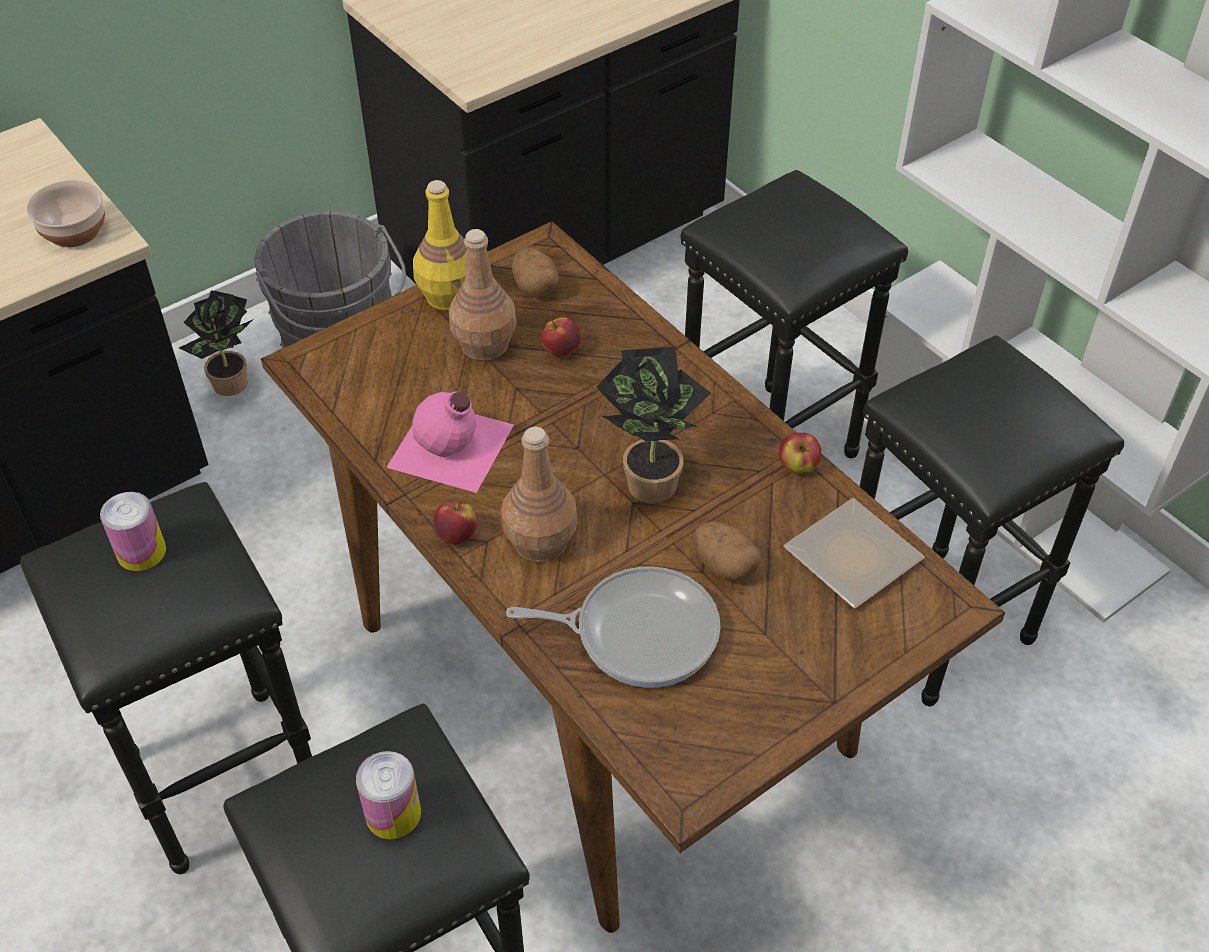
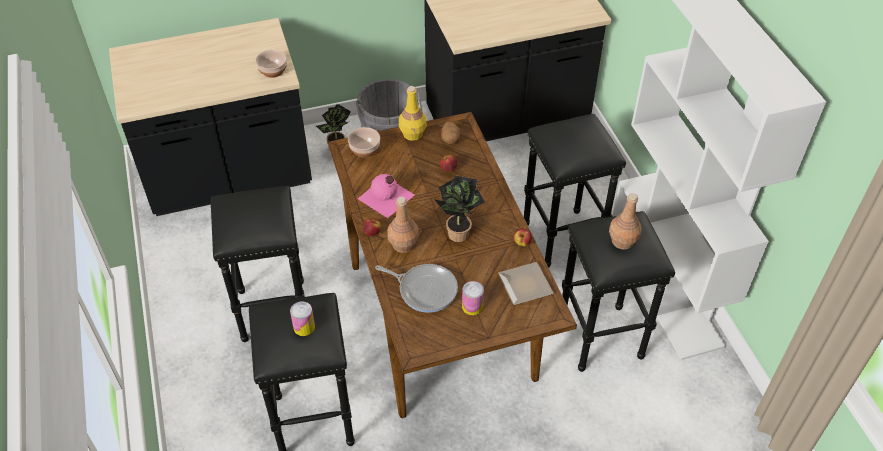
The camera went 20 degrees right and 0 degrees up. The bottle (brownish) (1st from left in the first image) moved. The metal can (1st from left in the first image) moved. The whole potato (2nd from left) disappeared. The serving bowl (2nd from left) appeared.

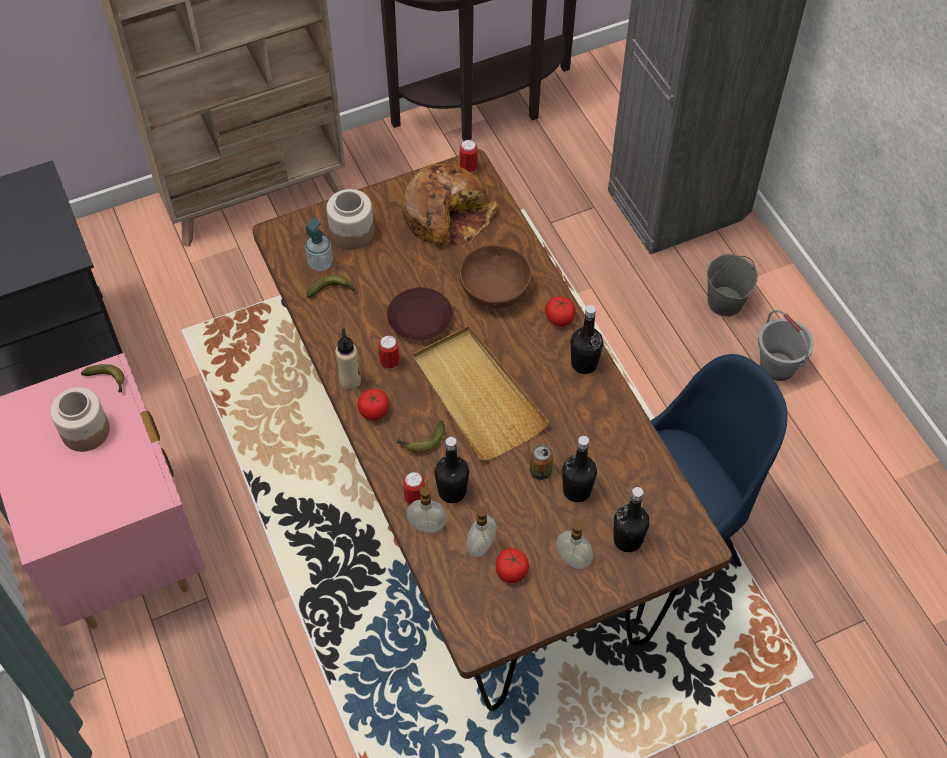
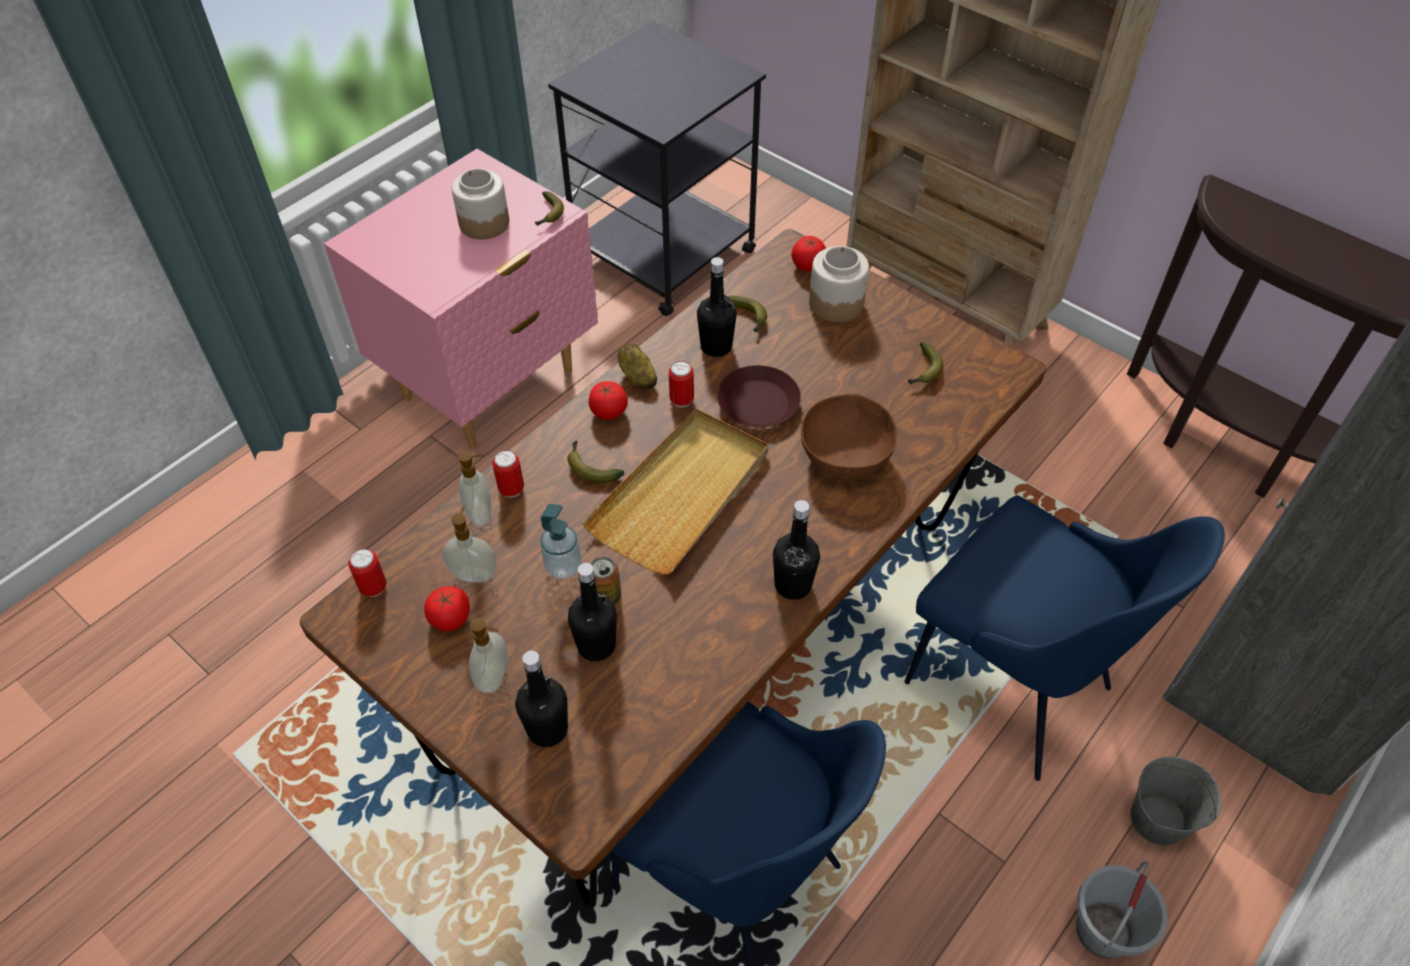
The camera went 65 degrees right and 5 degrees down. The metal can (3rd from left in the first image) moved. The baked bread was replaced by the whole banana (4th from left). The soap dispenser (1st from left in the first image) moved. The whole tomato (3rd from left) moved. The bottle (beige-coloured) was replaced by the whole potato. The bottle (blackish) (1st from left in the first image) moved. The upright chair (blue) (2nd from left) appeared.

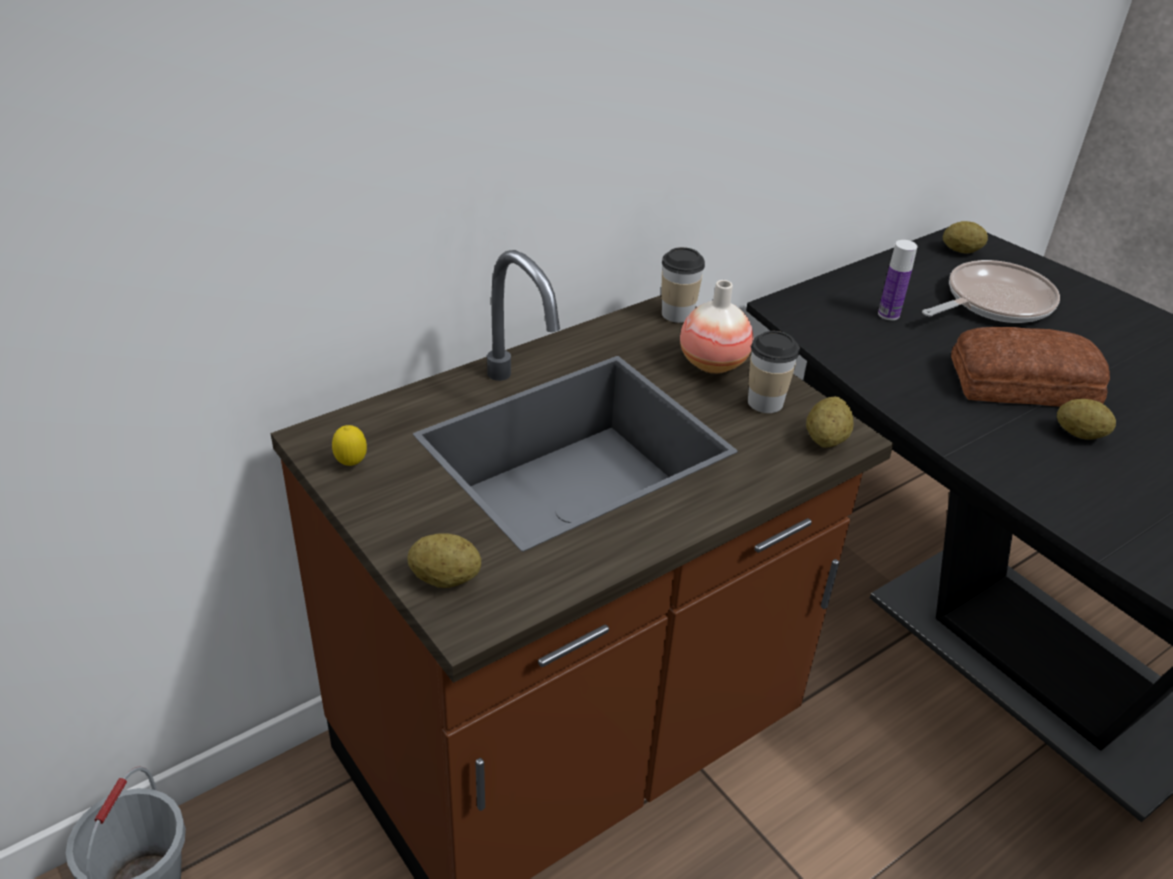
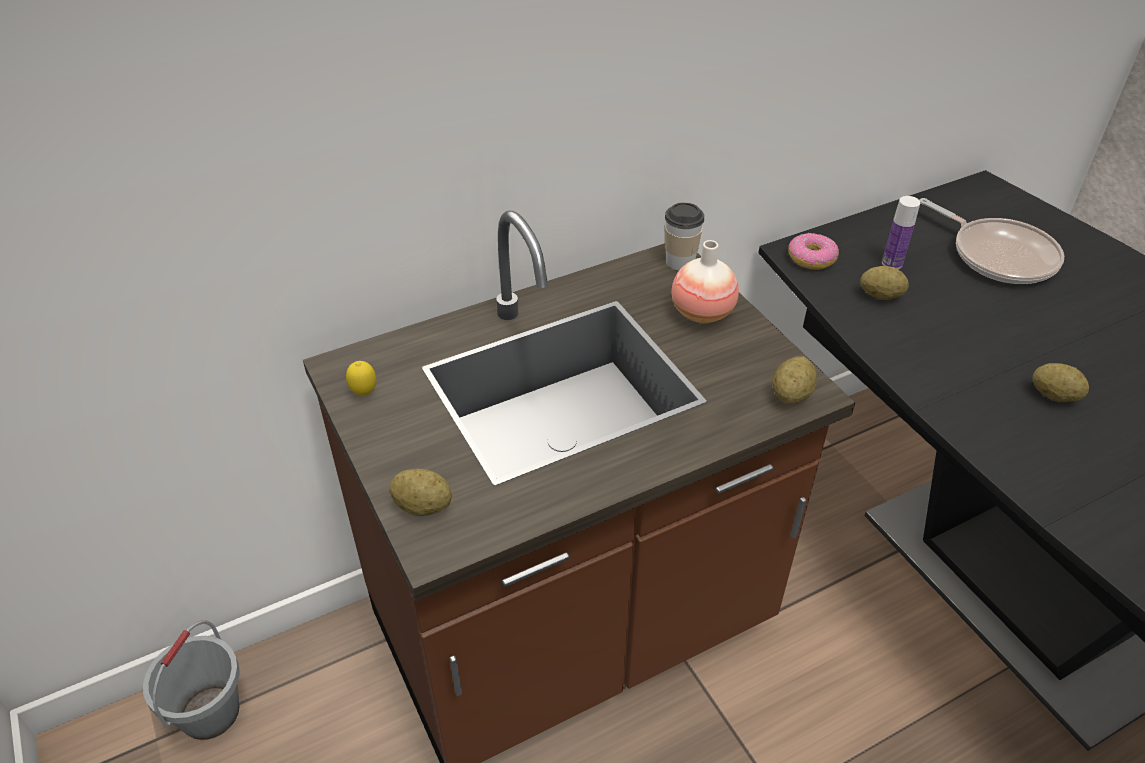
The camera went 10 degrees right and 5 degrees up. The whole potato (3rd from left) moved. The frying pan turned 75 degrees clockwise. The baked bread disappeared. The cup (2nd from left) disappeared. The donut appeared.

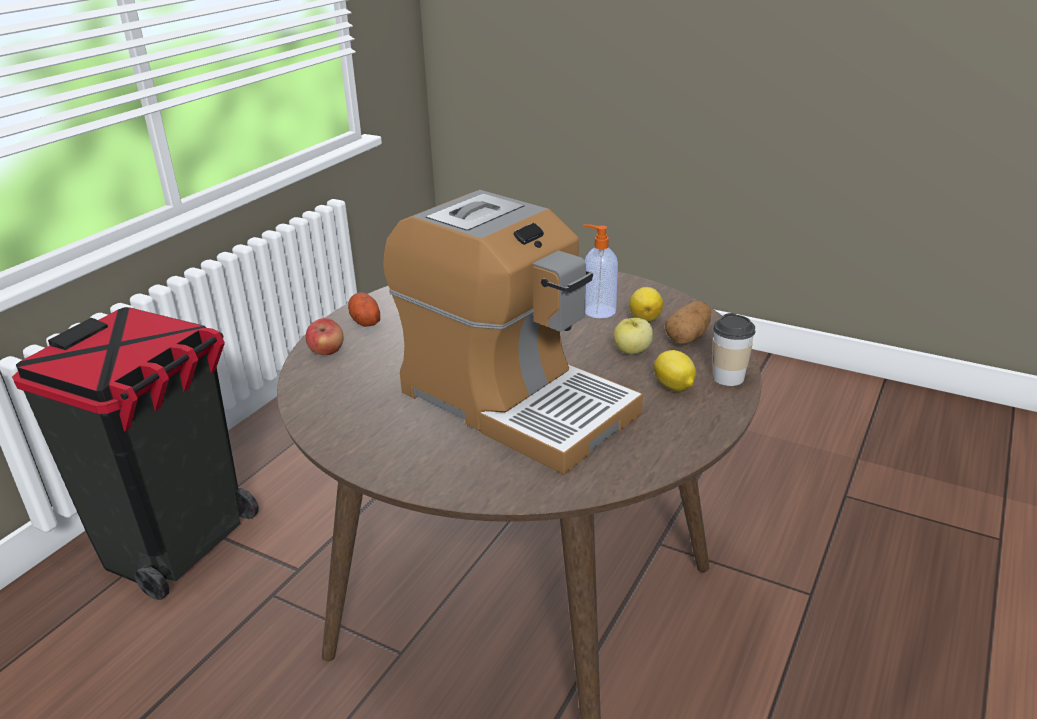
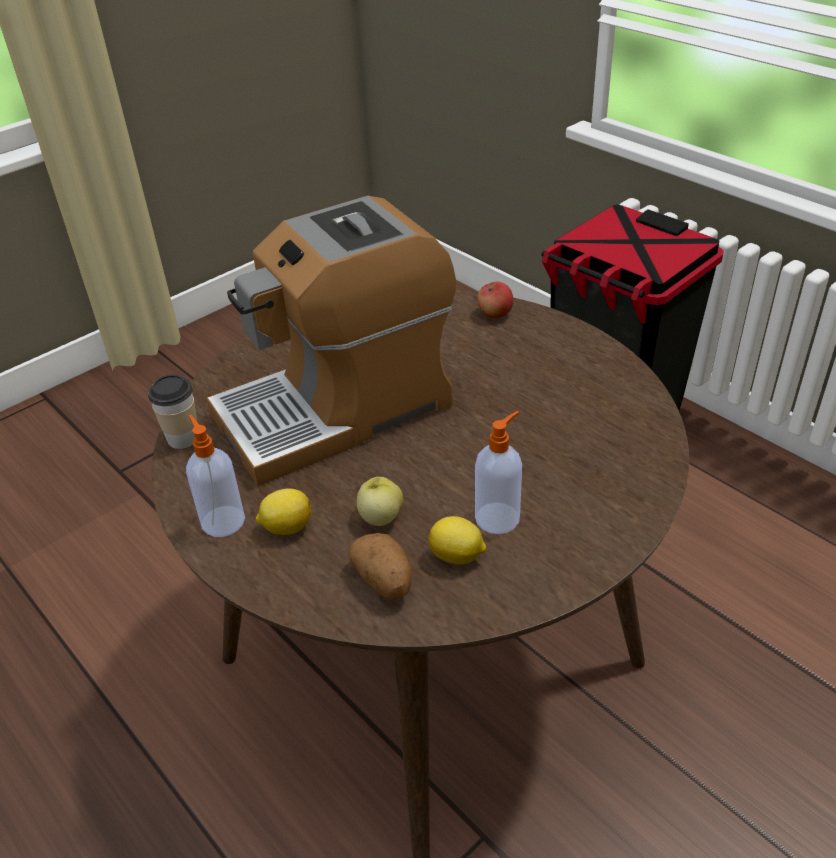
The camera went 110 degrees right and 10 degrees up. The whole potato (1st from left) disappeared. The cup moved. The soap dispenser (1st from left) appeared.

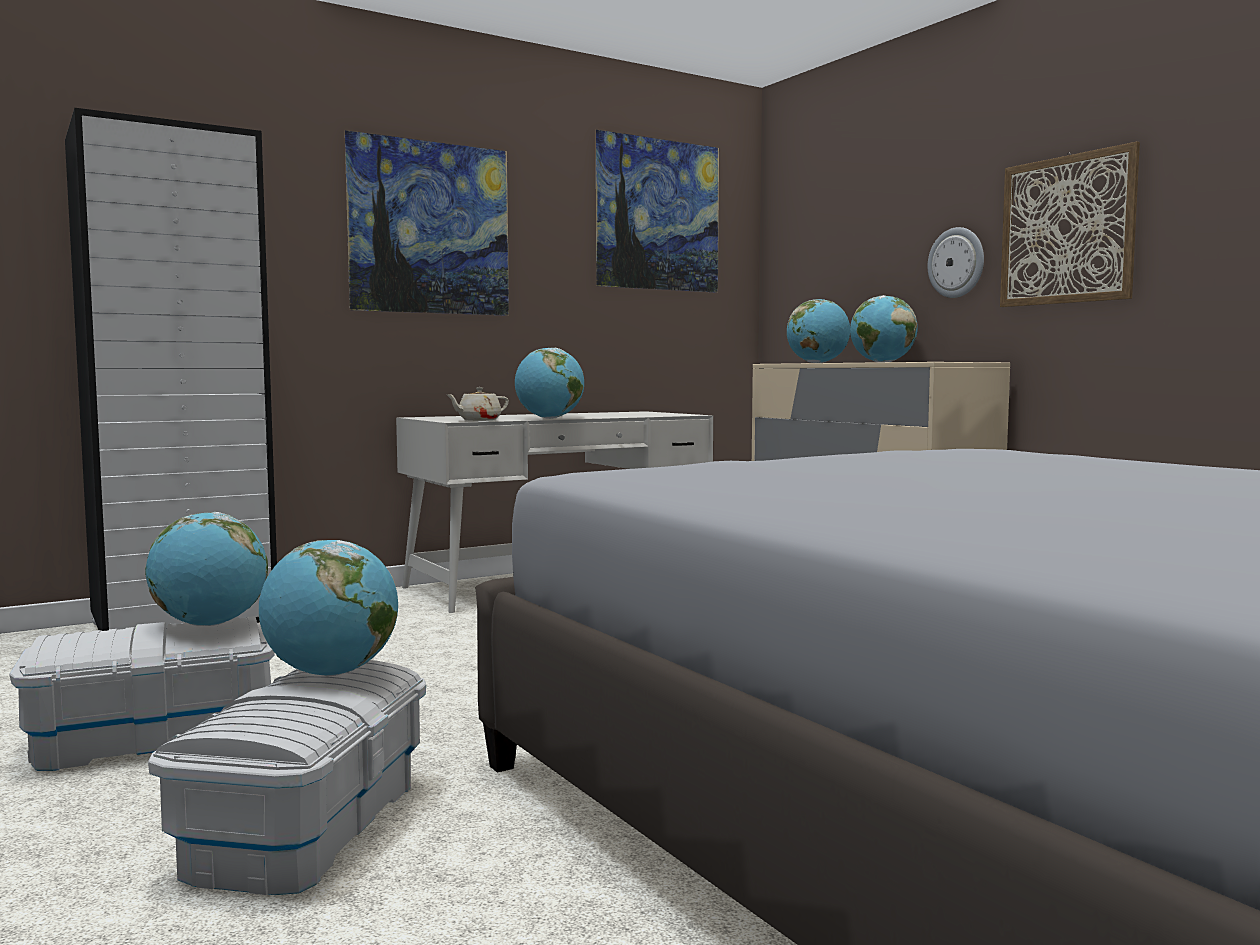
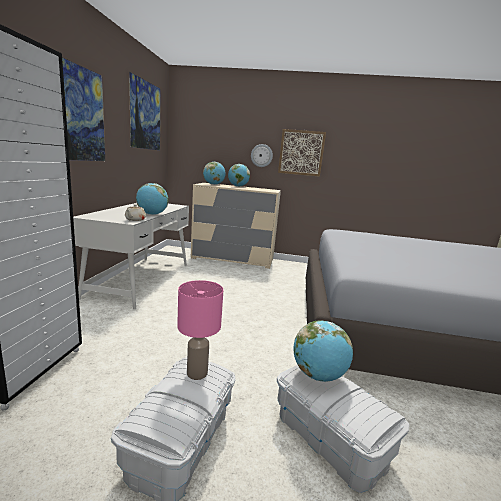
The camera went 50 degrees left and 10 degrees up. The globe (1st from left) was replaced by the lamp for a table (pink-coloured).

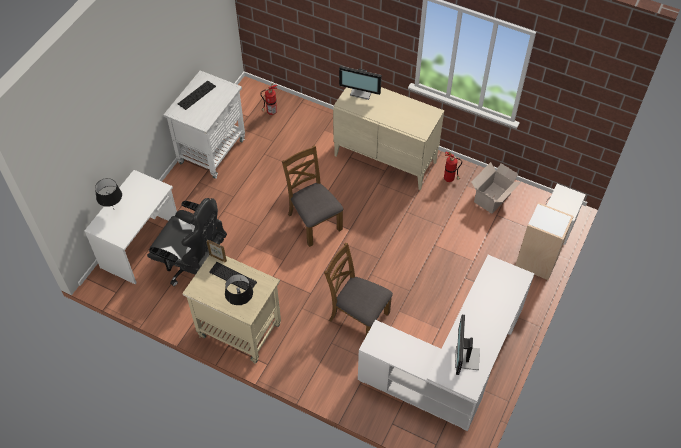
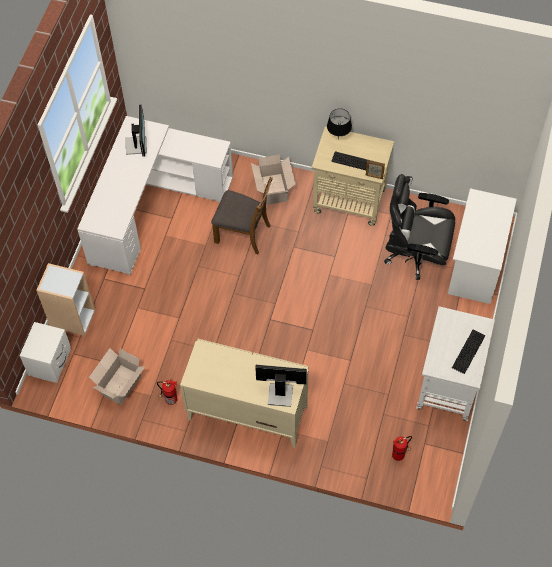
The camera went 170 degrees right and 5 degrees up. The upright chair (brownish) (1st from left) disappeared. The lamp for a table (blackish) (1st from left) disappeared. The carton (2nd from left) appeared.

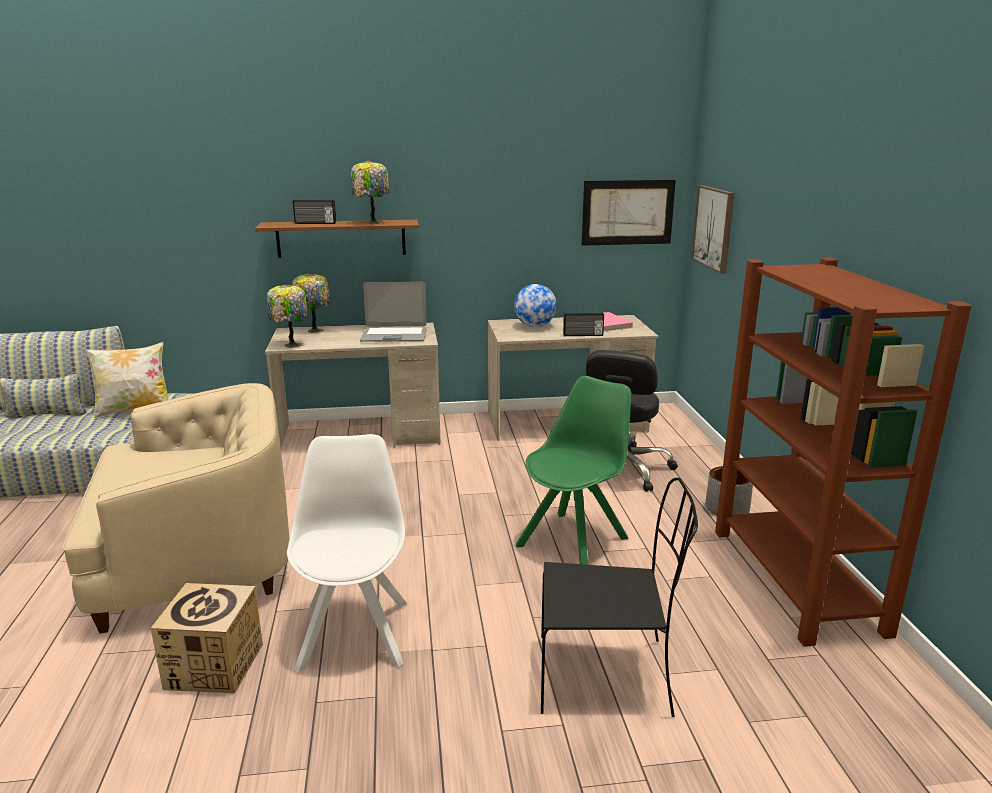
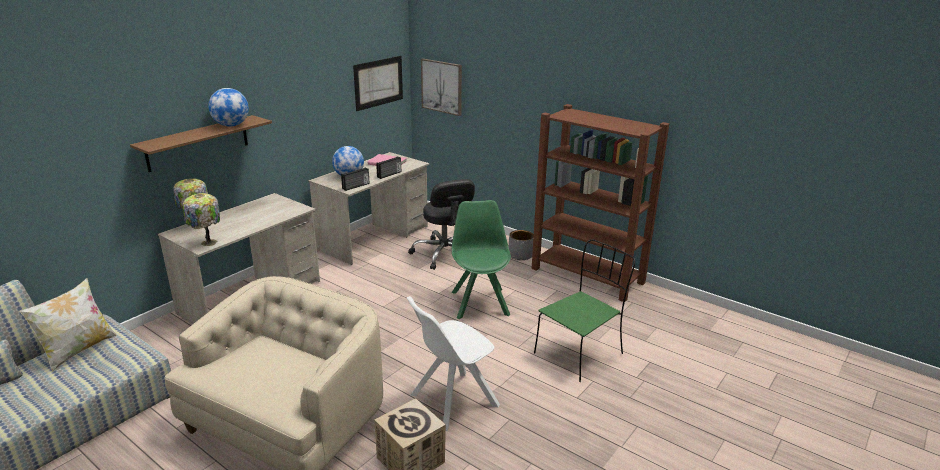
The camera went 45 degrees left and 5 degrees up. The lamp for a table (3rd from left) was replaced by the globe (1st from left). The radio (1st from left) moved. The notebook computer disappeared. The upright chair (white) turned 75 degrees counterclockwise. The upright chair (blackish) became the upright chair (greenish) (2nd from left).

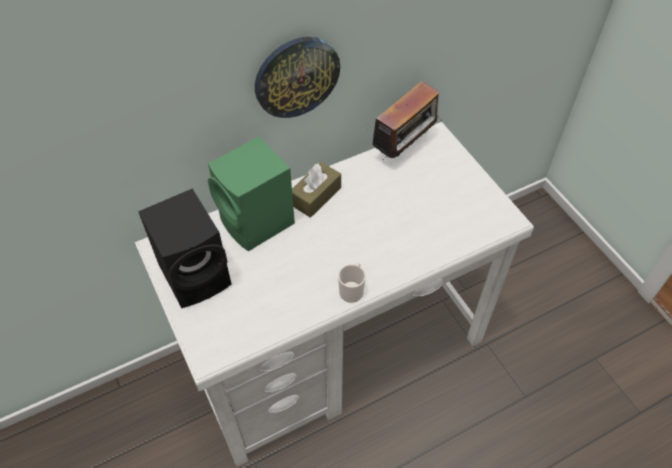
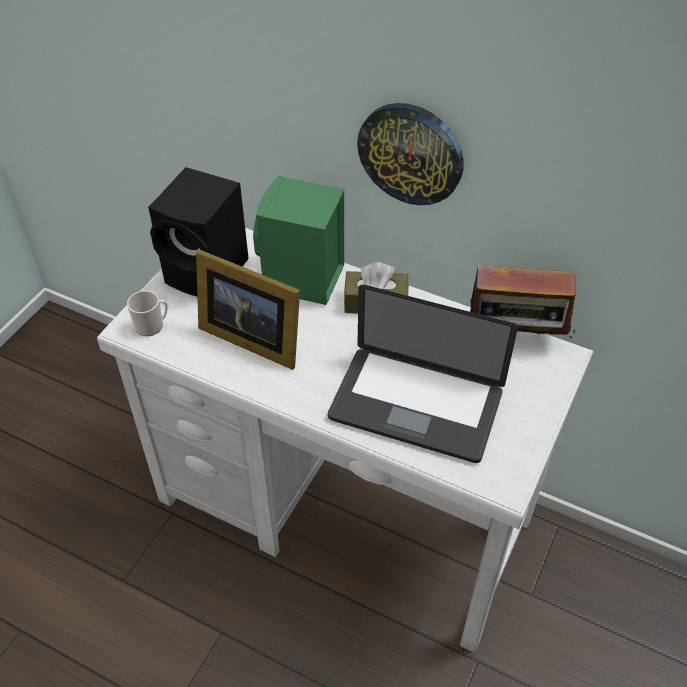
The camera went 55 degrees right and 5 degrees down. The tea mug moved. The picture frame appeared. The notebook computer appeared.

